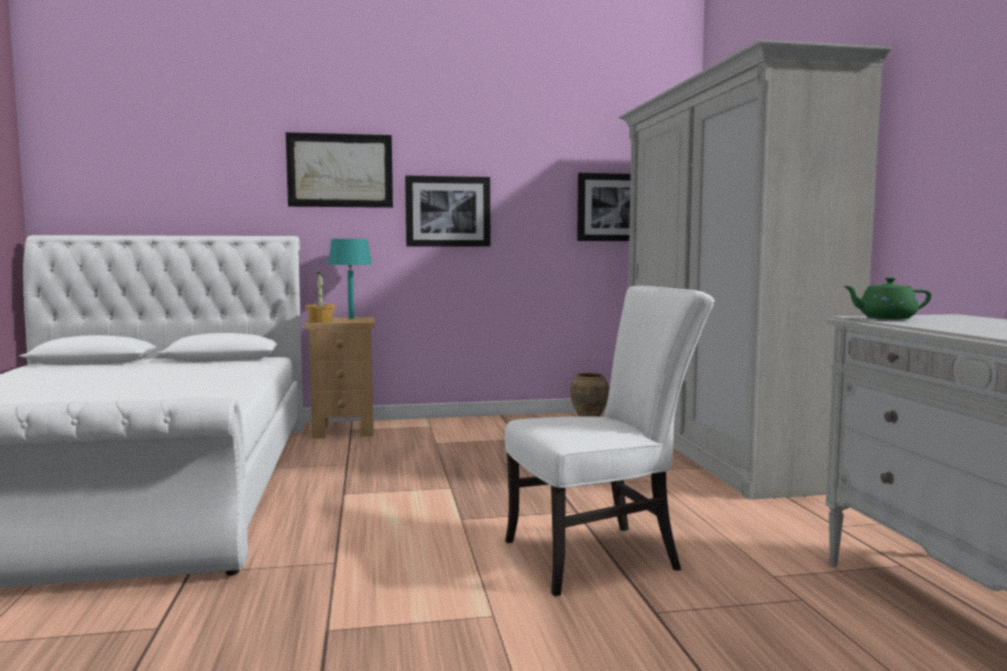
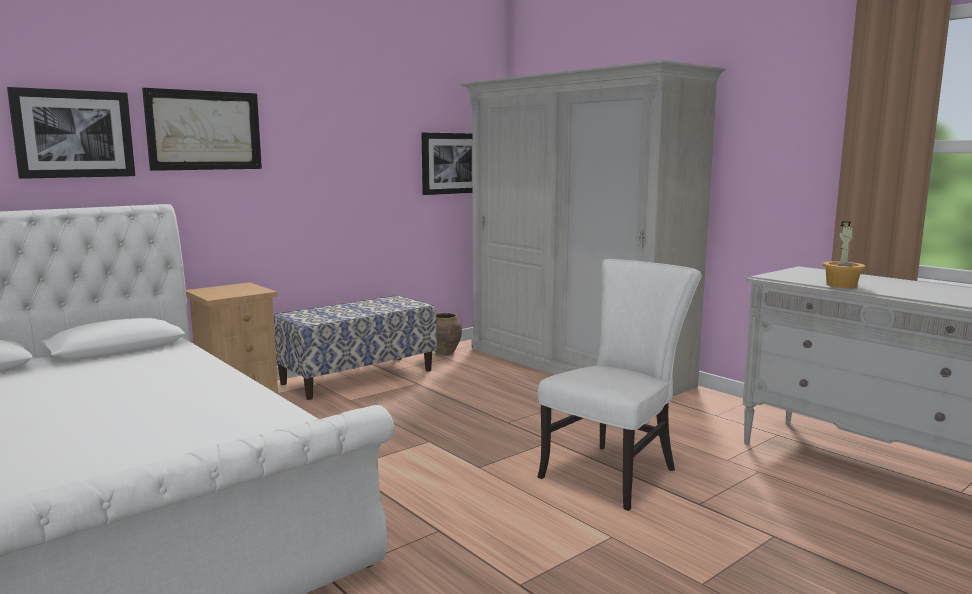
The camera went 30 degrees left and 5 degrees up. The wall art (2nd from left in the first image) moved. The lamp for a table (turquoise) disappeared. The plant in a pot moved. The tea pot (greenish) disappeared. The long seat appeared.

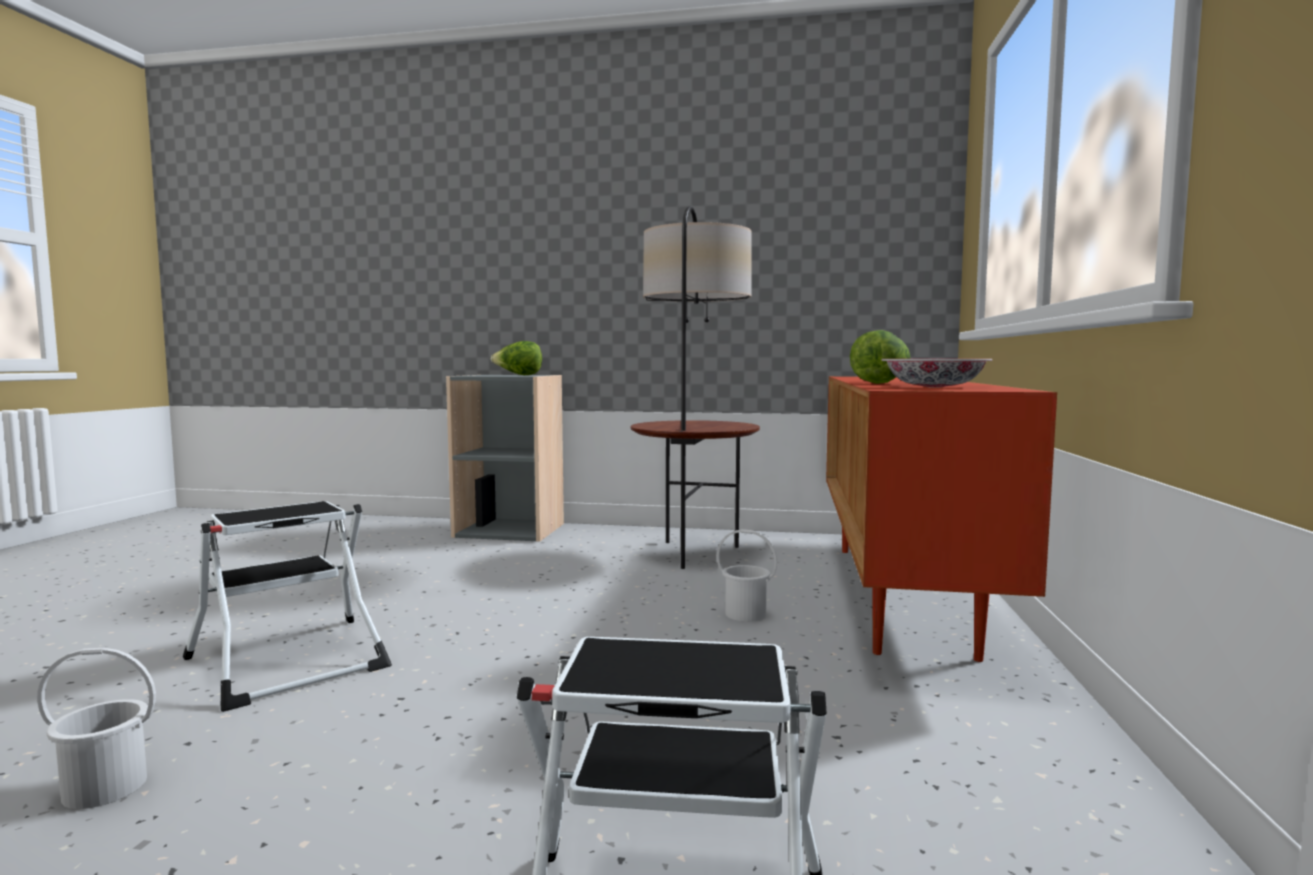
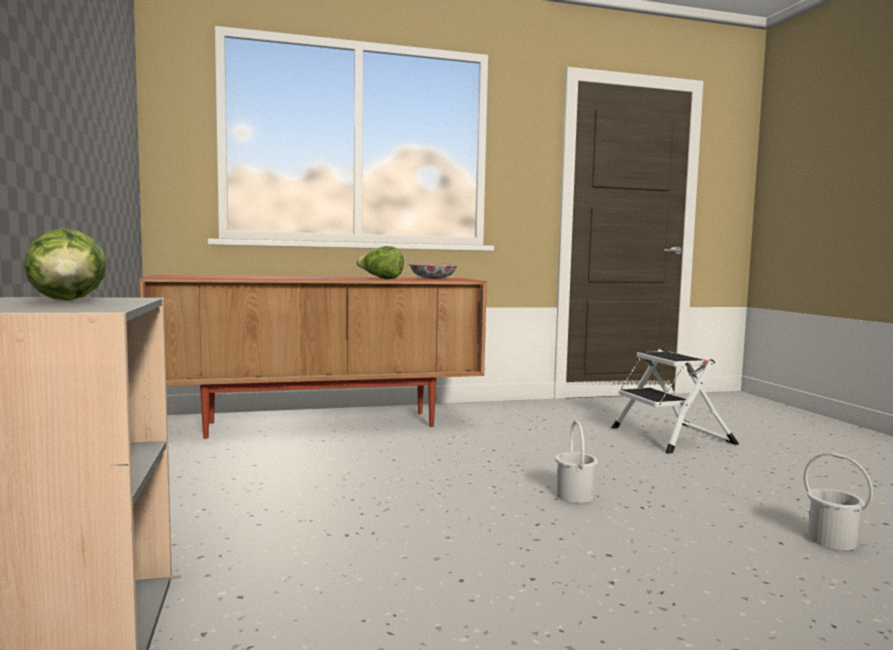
The camera went 115 degrees left and 0 degrees up. The standing lamp disappeared. The step stool (1st from left) disappeared. The pail (white) (2nd from left in the first image) moved.

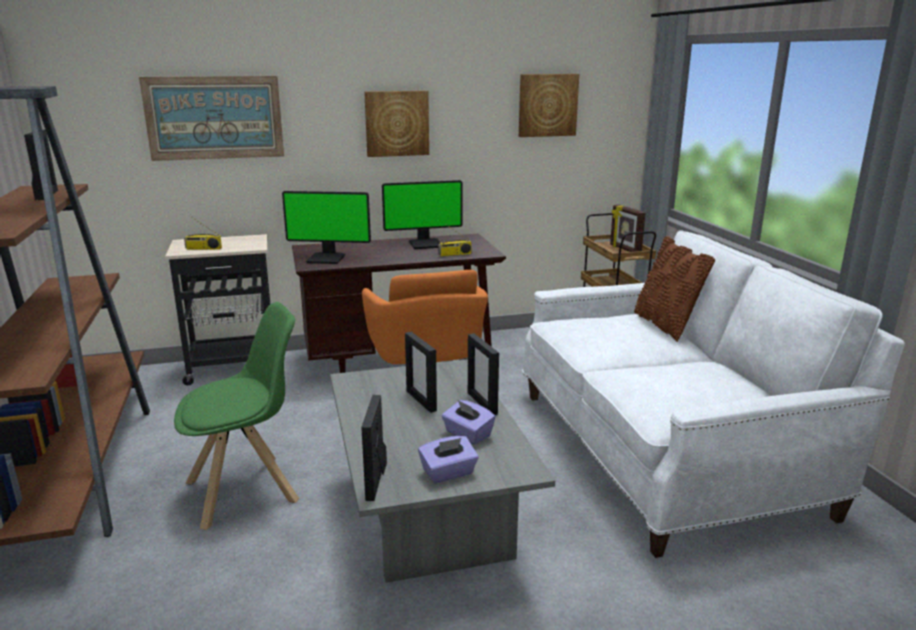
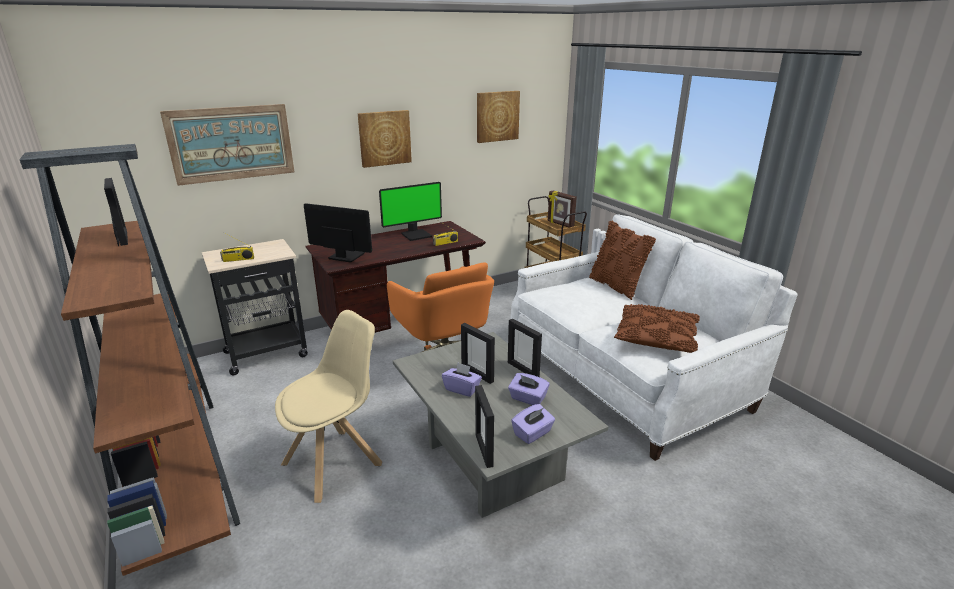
The camera went 15 degrees left and 5 degrees up. The computer screen (1st from left) turned 150 degrees counterclockwise. The upright chair (greenish) became the upright chair (beige-coloured). The cushion (brownish) (2nd from left) appeared. The tissue box (purplish) (1st from left) appeared.

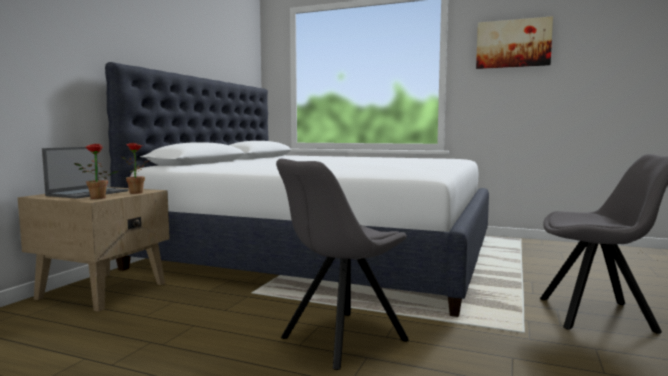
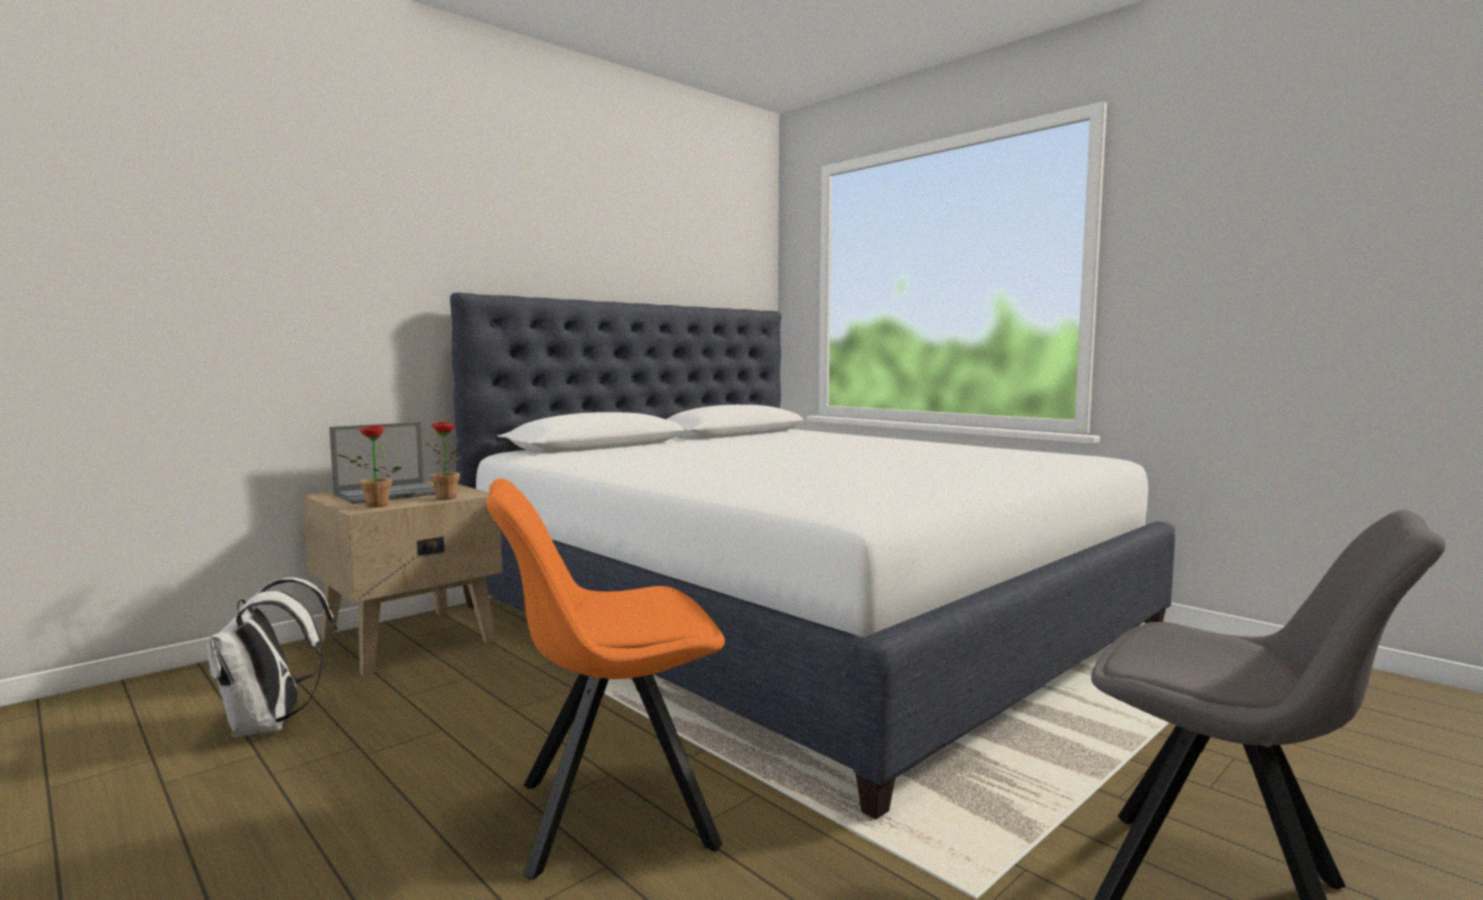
The camera went 25 degrees right and 0 degrees up. The wall art disappeared. The upright chair (gray) (1st from left) became the upright chair (orange). The rucksack (white) appeared.

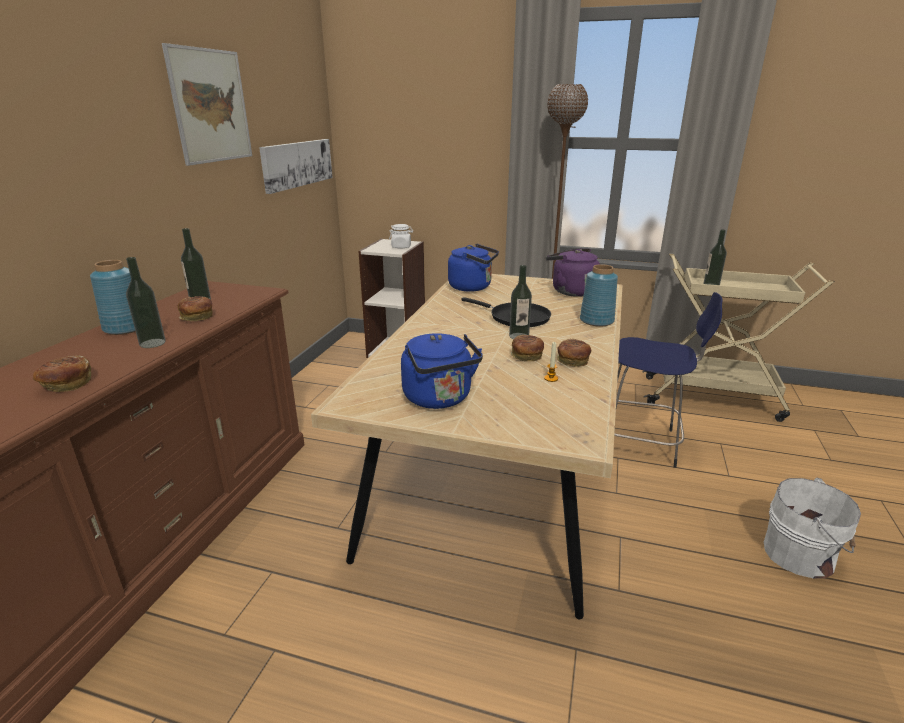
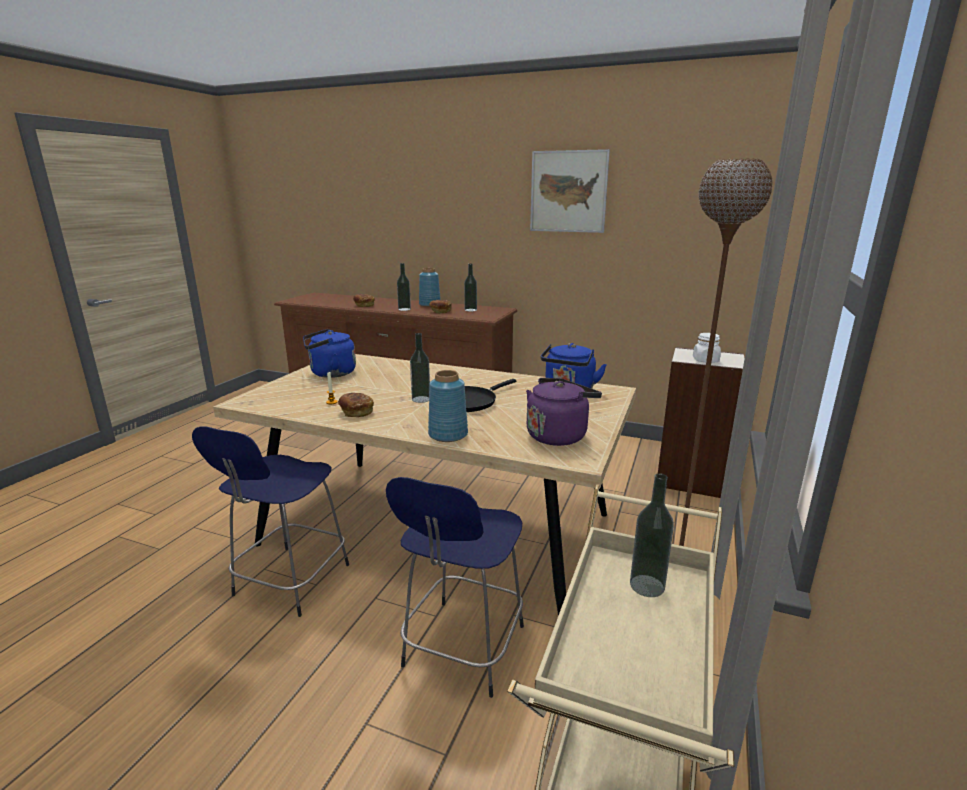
The camera went 95 degrees right and 5 degrees down. The wall art (2nd from left) disappeared. The baked bread (3rd from left) disappeared. The pail (white) disappeared. The sitting stool (blue) (1st from left) appeared.

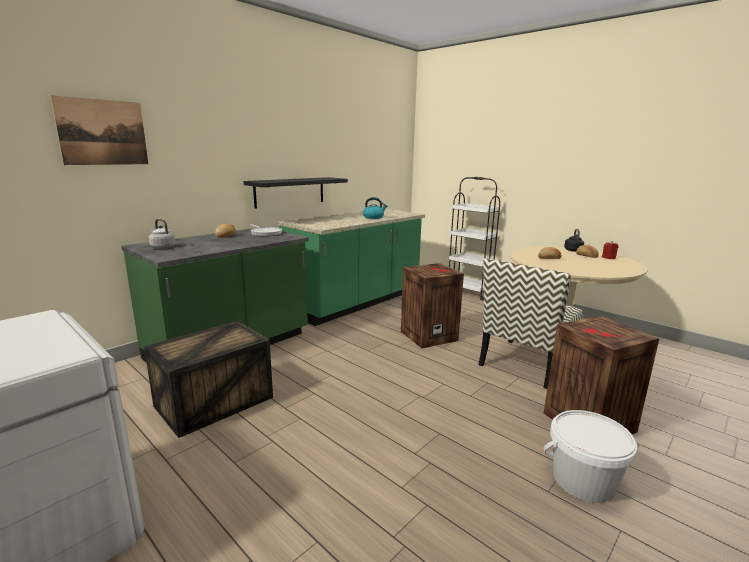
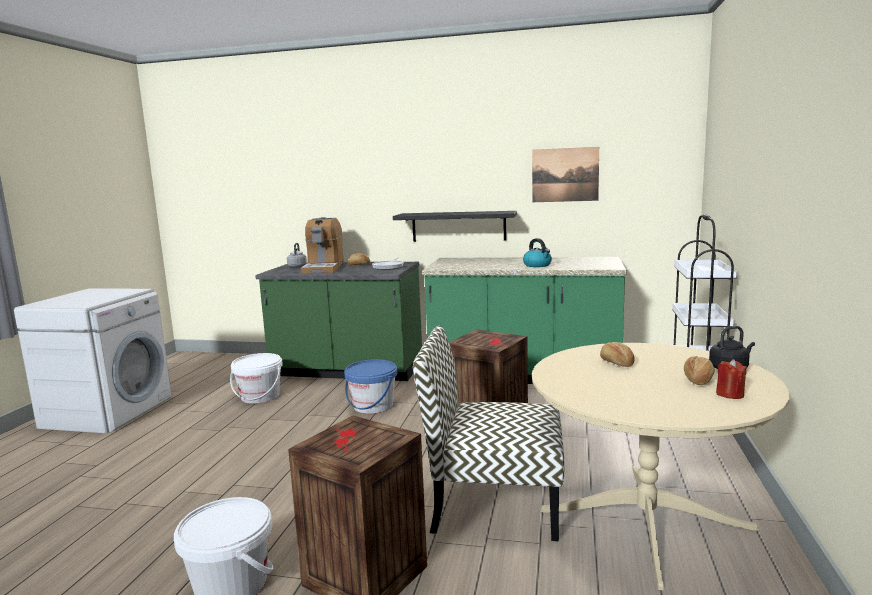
The camera went 60 degrees right and 5 degrees down. The wall art moved. The packing crate (1st from left) was replaced by the pail (white) (2nd from left). The coffee brewer appeared. The pail (blue) appeared.

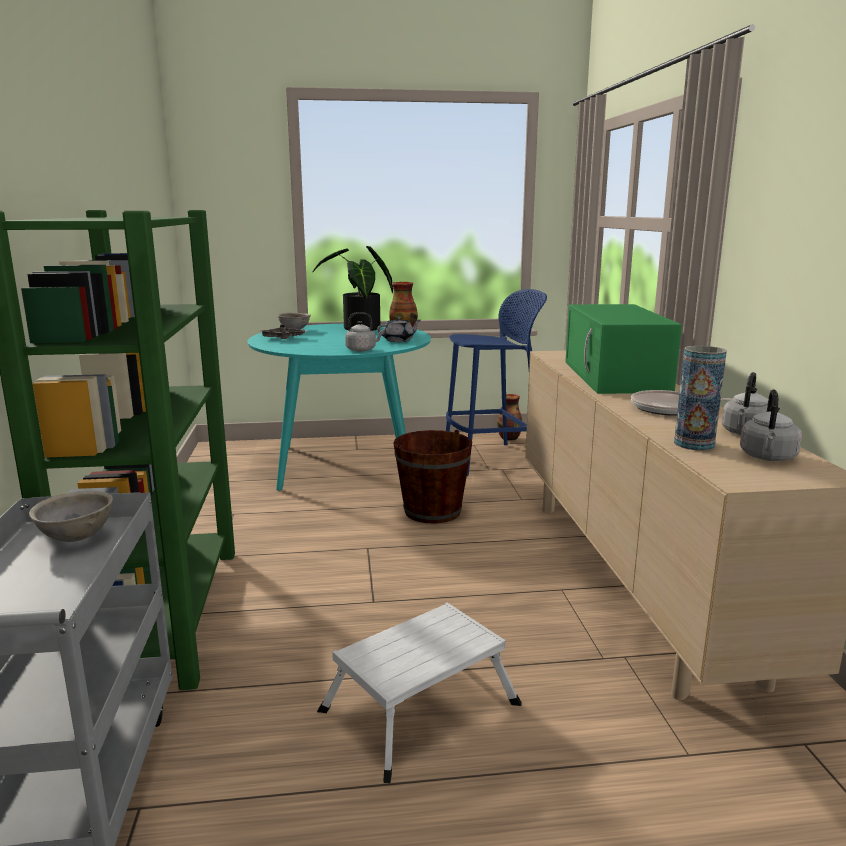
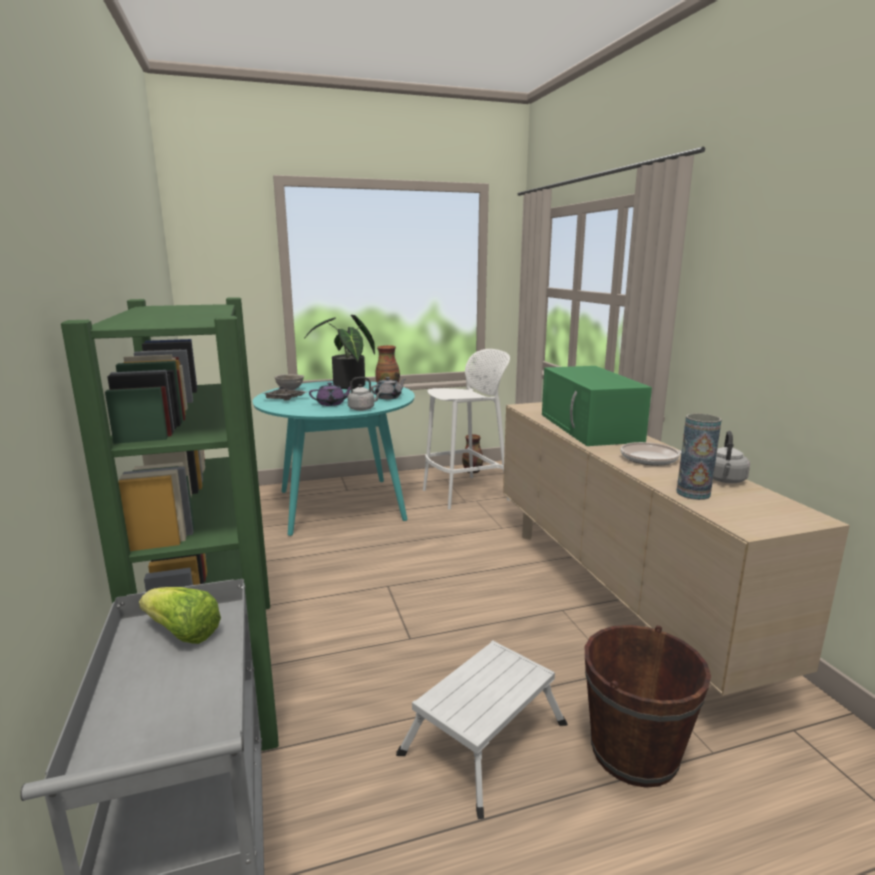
The camera went 10 degrees left and 0 degrees up. The sitting stool (blue) became the sitting stool (white). The kettle (gray) (3rd from left) disappeared. The pail (brownish) moved. The serving bowl (gray) (1st from left) was replaced by the head of lettuce. The tea pot (purplish) appeared.

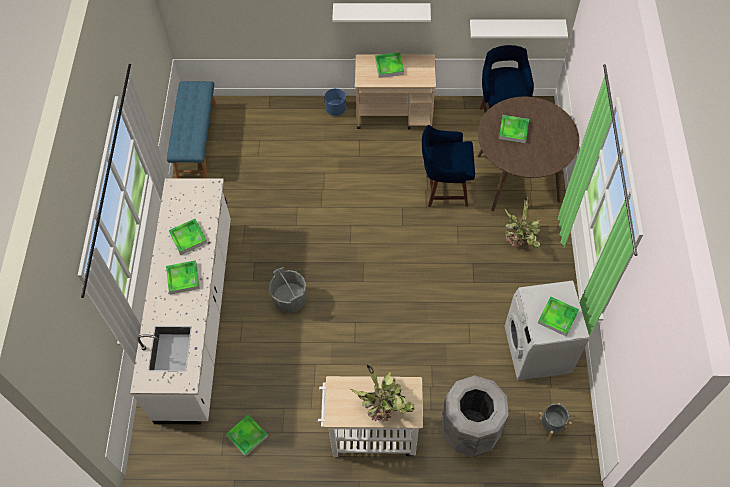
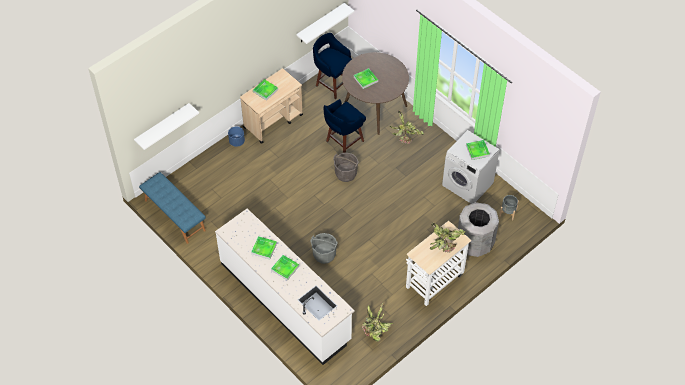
The camera went 45 degrees left and 5 degrees down. The bracket shelf (white) (1st from left) moved. The serving tray (3rd from left) was replaced by the plant in a pot (1st from left). The pail (gray) (2nd from left) appeared.

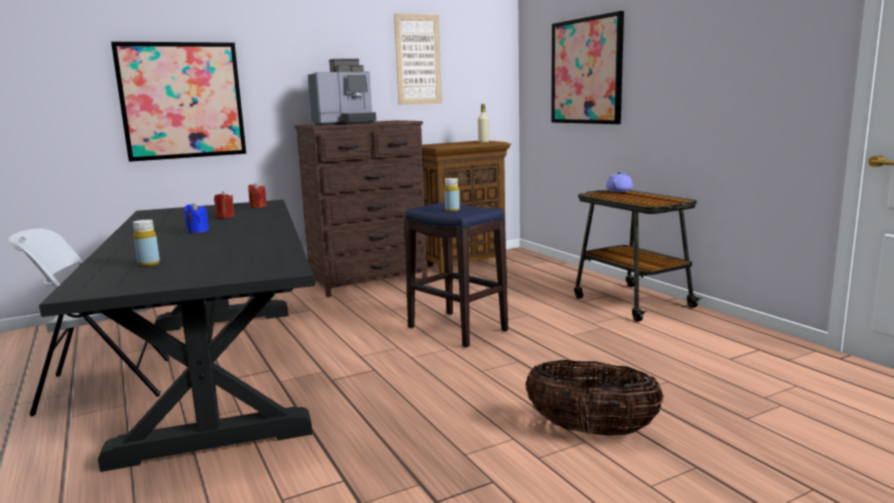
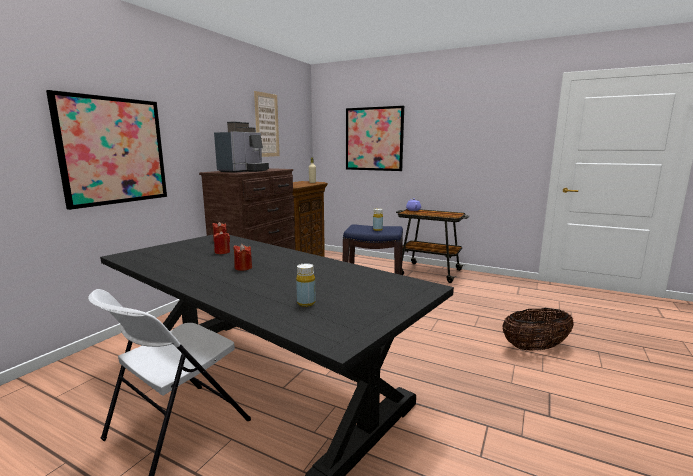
The camera went 35 degrees left and 0 degrees up. The wax candle (blue) became the wax candle (red-coloured) (3rd from left).

